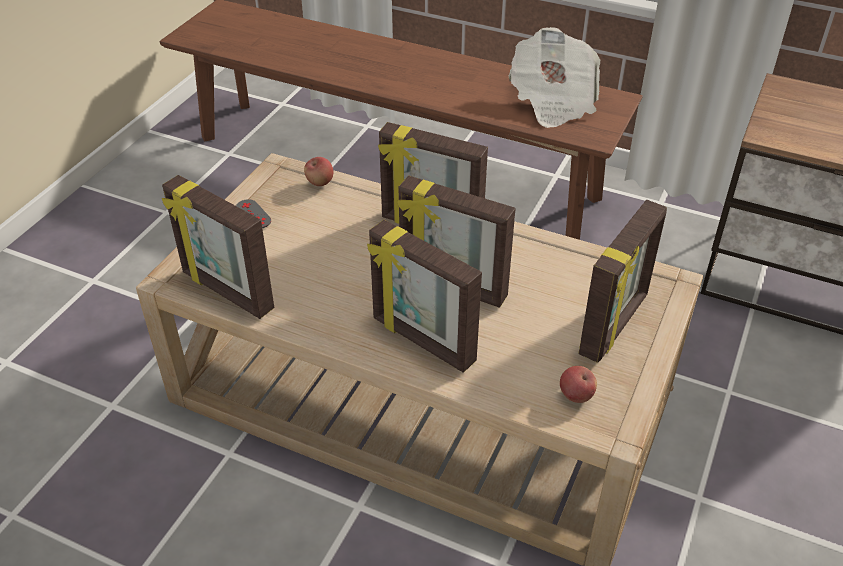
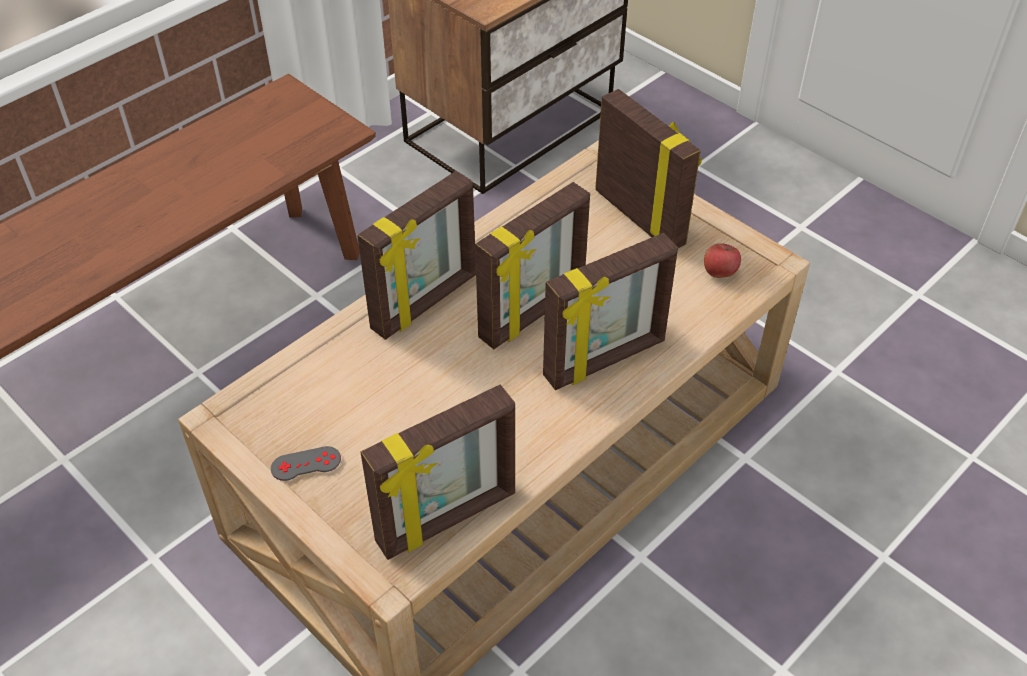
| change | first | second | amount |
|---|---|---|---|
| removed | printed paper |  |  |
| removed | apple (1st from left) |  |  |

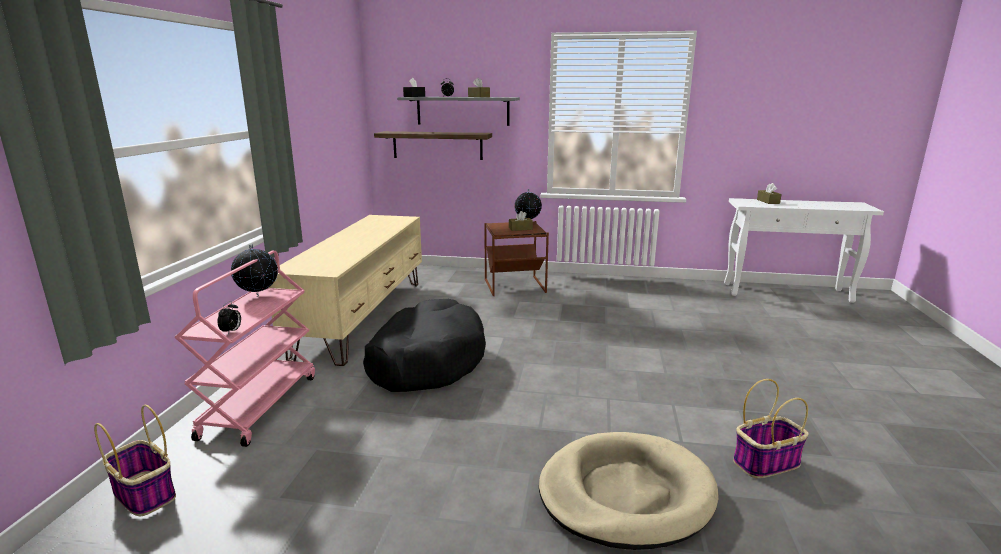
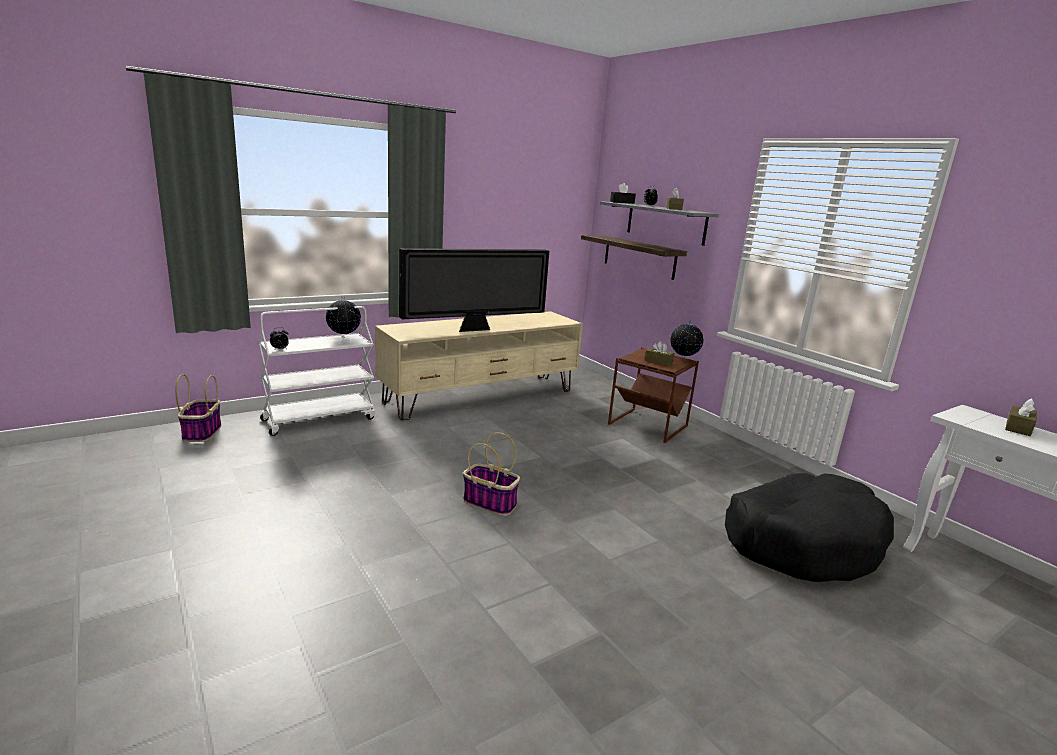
| change | first | second | amount |
|---|---|---|---|
| recoloured | pink-coloured wheeled cart | white wheeled cart |  |
| moved | black-coloured pet bed |  |  |
| moved | storage basket (2nd from left) |  |  |
| removed | beige-coloured pet bed |  |  |
| added |  | television |  |

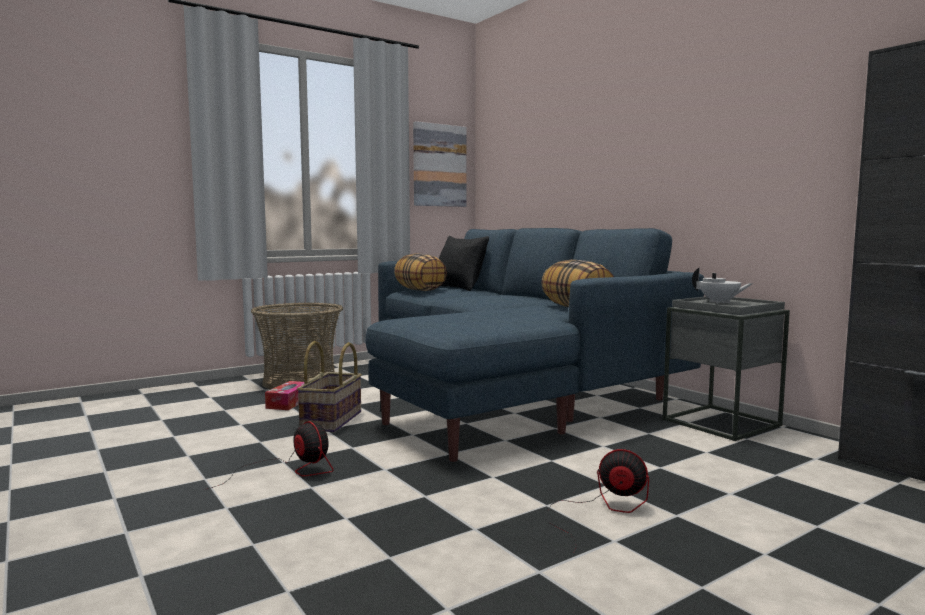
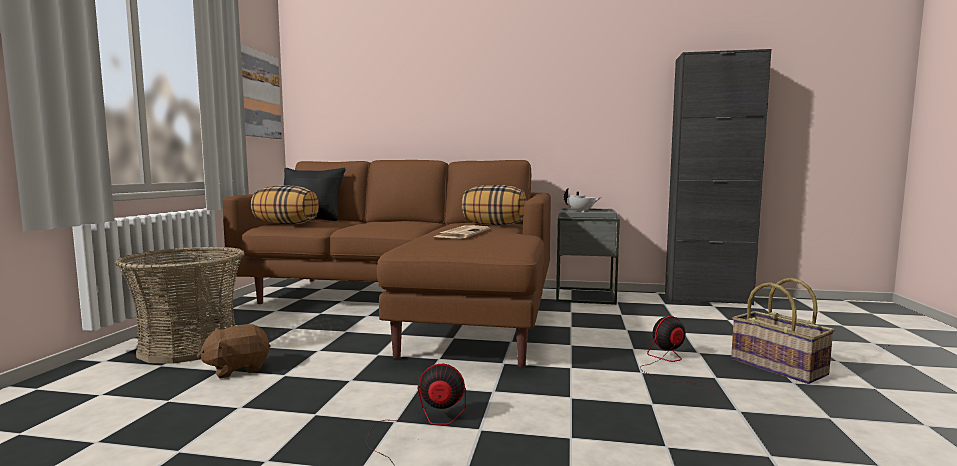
| change | first | second | amount |
|---|---|---|---|
| recoloured | blue settee | brownish settee |  |
| moved | storage basket (2nd from left) |  |  |
| replaced | tissue holder | brownish plush toy |  |
| added |  | printed paper |  |

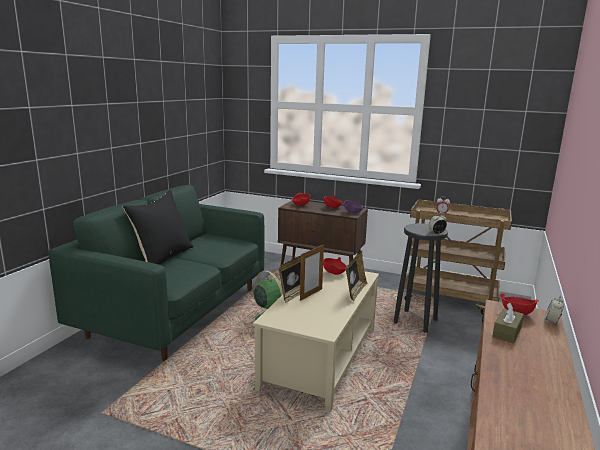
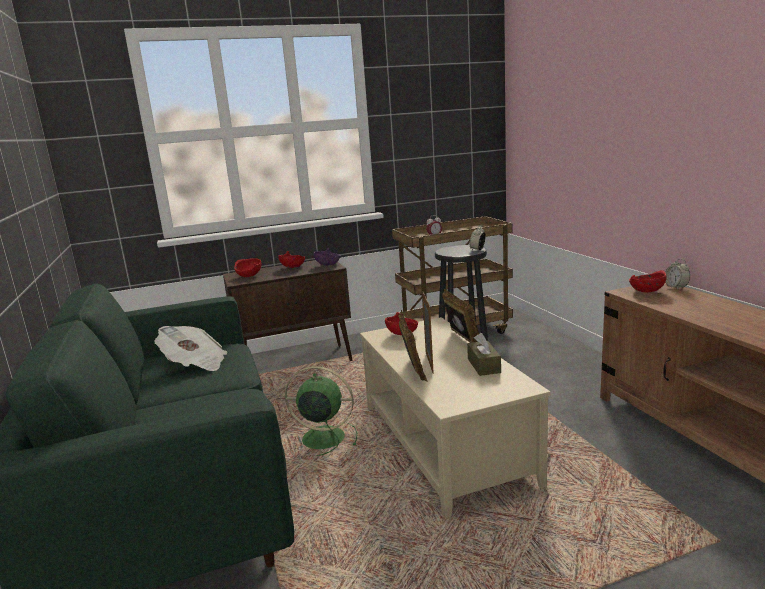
| change | first | second | amount |
|---|---|---|---|
| removed | black-coloured pillow |  |  |
| moved | brownish tissue holder |  |  |
| added |  | printed paper |  |

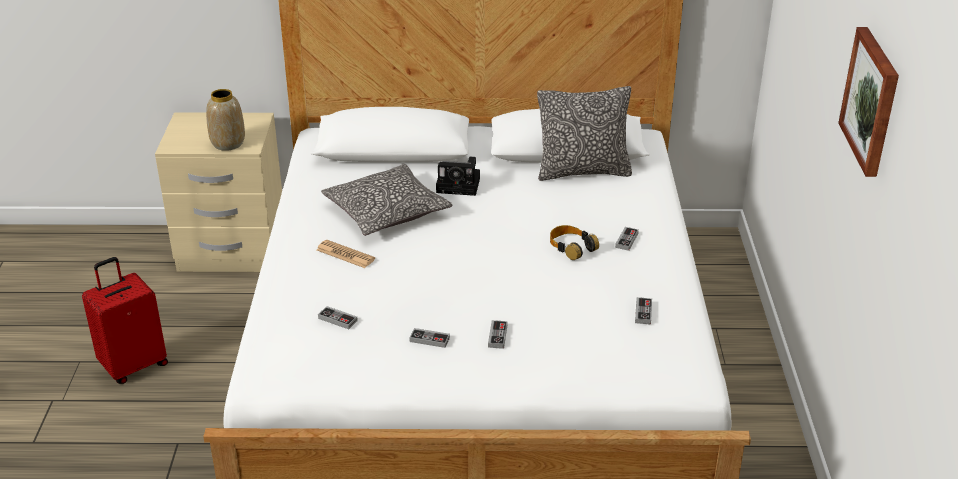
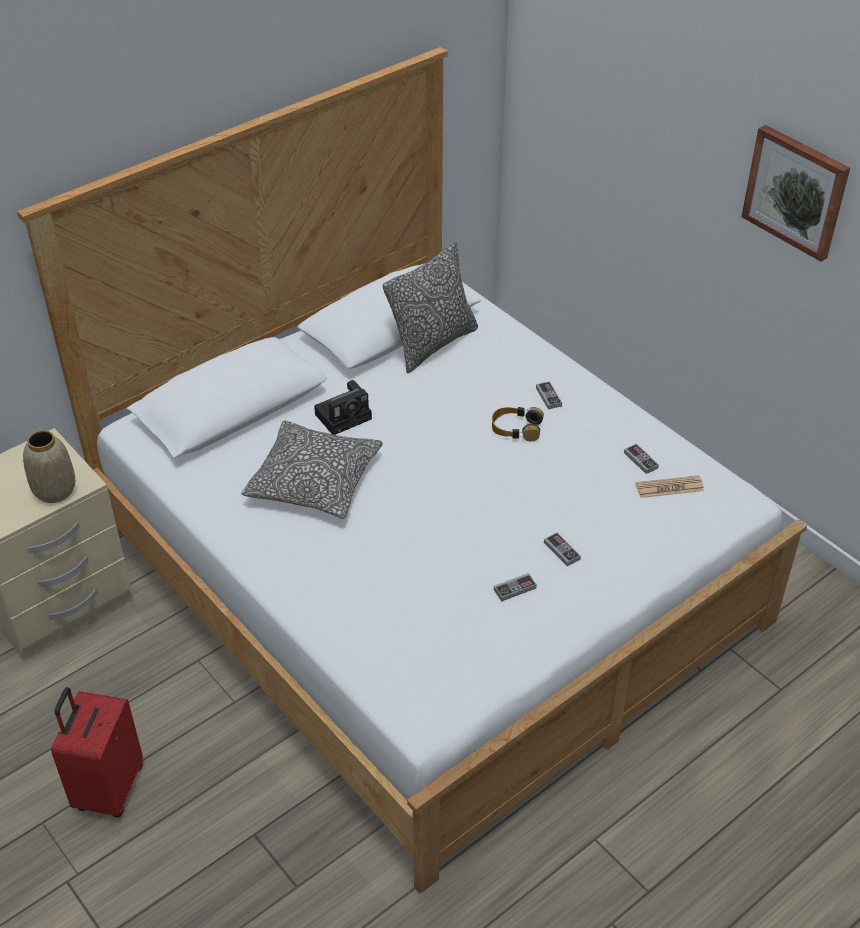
| change | first | second | amount |
|---|---|---|---|
| moved | printed paper |  |  |
| removed | gamepad (1st from left) |  |  |

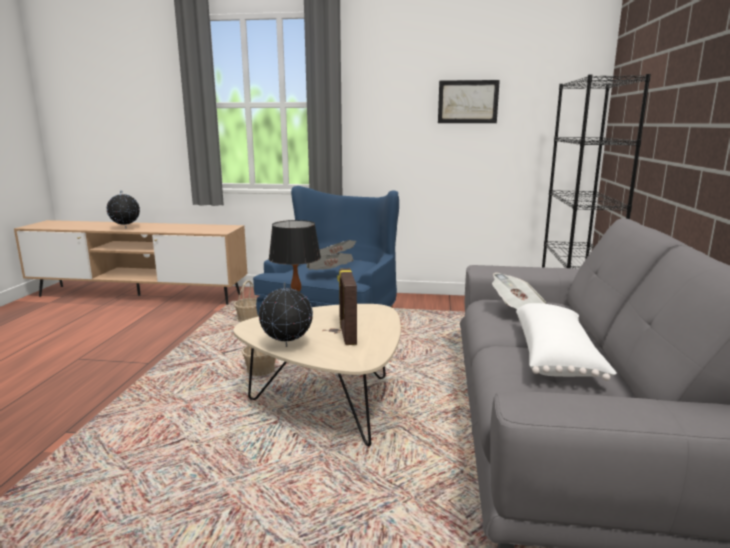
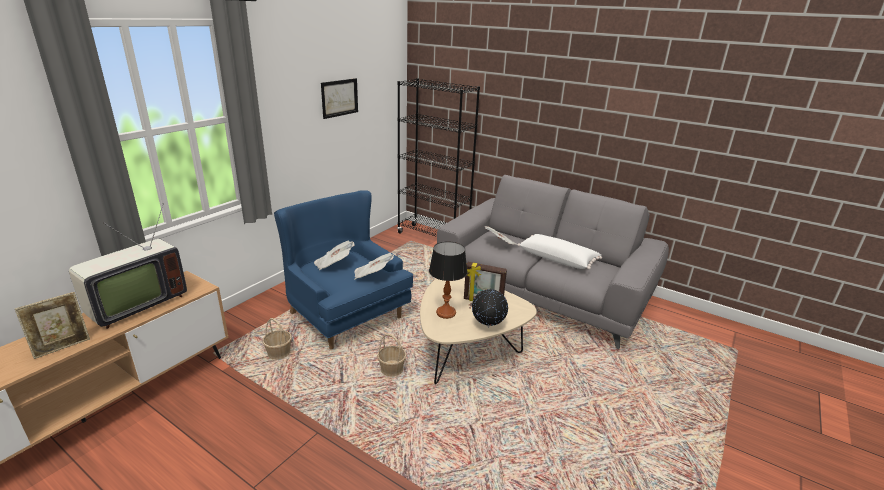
| change | first | second | amount |
|---|---|---|---|
| replaced | world globe (1st from left) | standing frame (1st from left) |  |
| added |  | television |  |

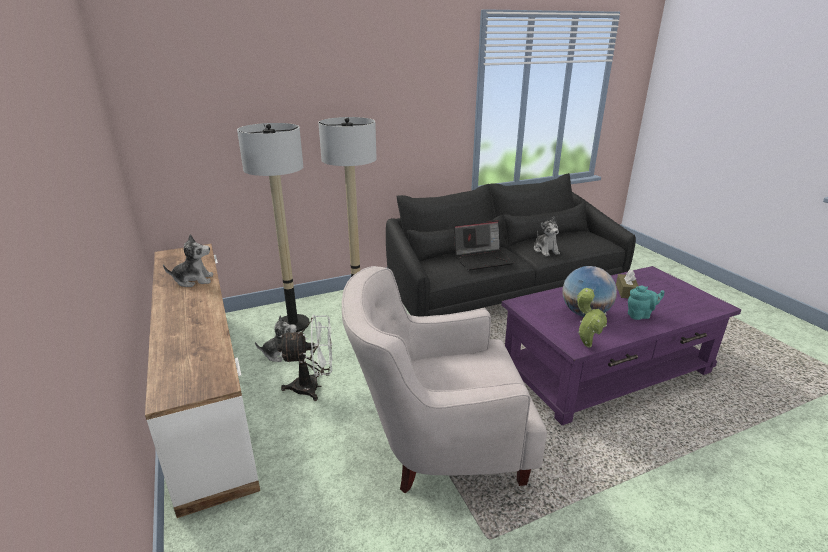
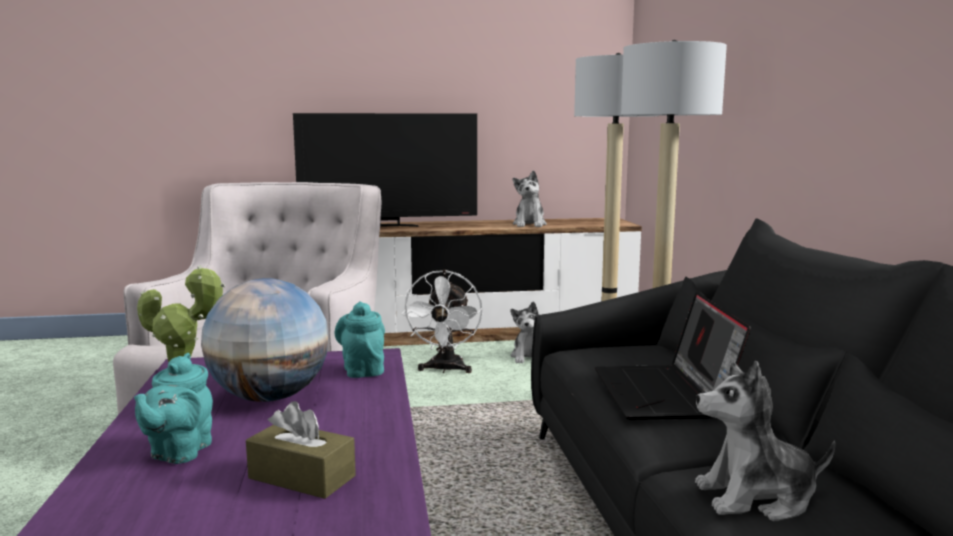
| change | first | second | amount |
|---|---|---|---|
| added |  | television |  |
| added |  | turquoise-coloured tea pot (2nd from left) |  |

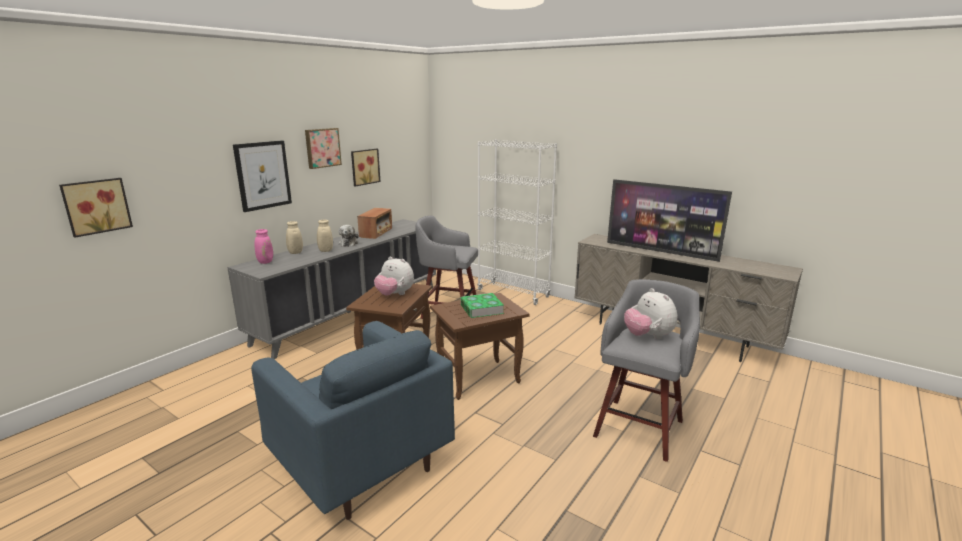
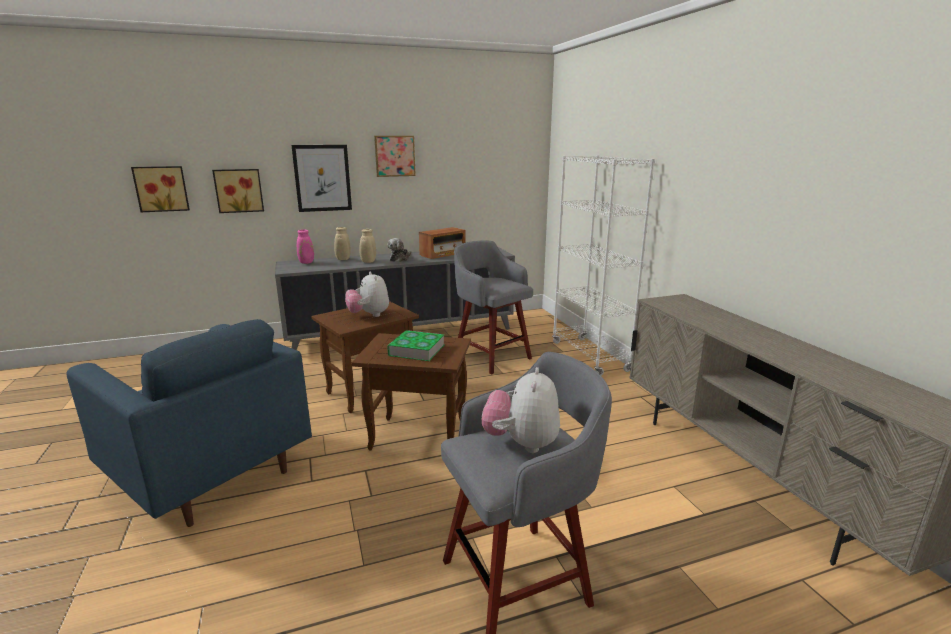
| change | first | second | amount |
|---|---|---|---|
| moved | wall picture (4th from left in the first image) | wall picture (2nd from left) |  |
| removed | television |  |  |
| turned | blue lounge chair |  | 45 degrees counterclockwise |

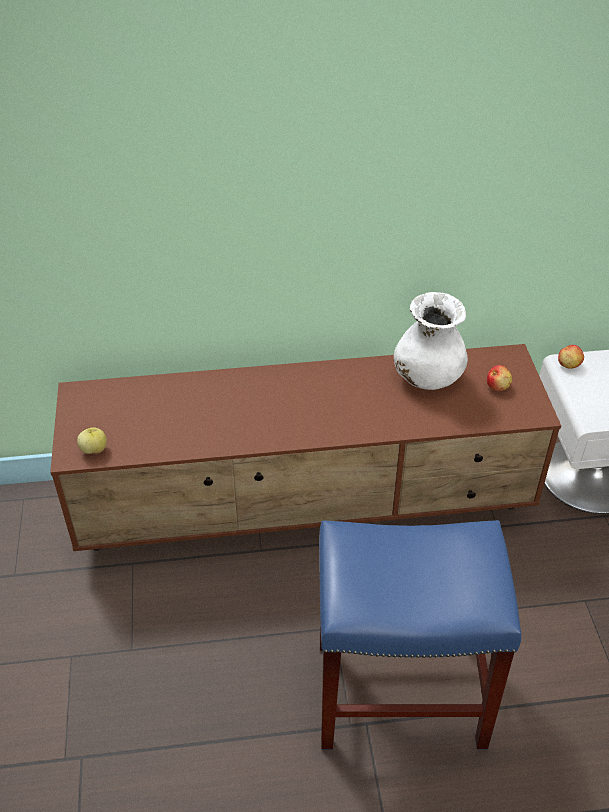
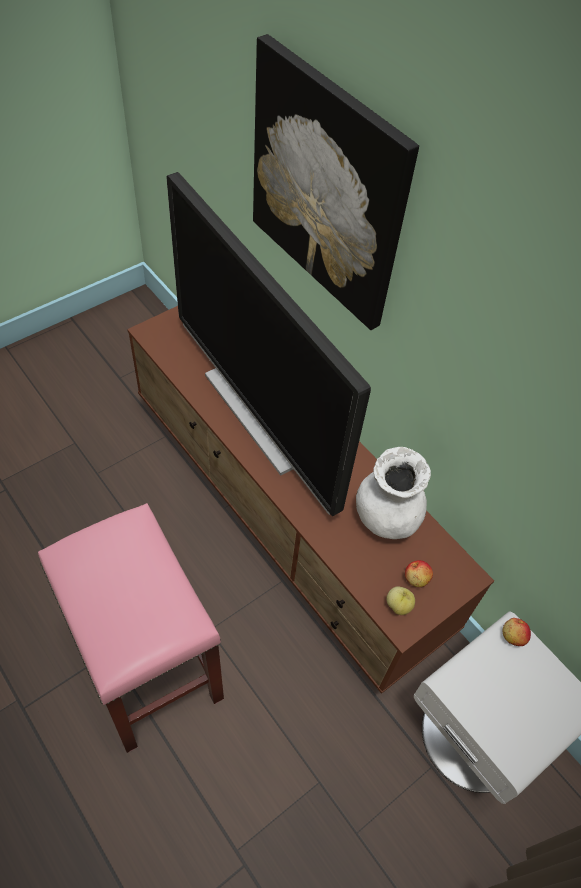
| change | first | second | amount |
|---|---|---|---|
| moved | apple (1st from left) |  |  |
| recoloured | blue stool | pink-coloured stool |  |
| added |  | wall picture |  |
| added |  | television |  |

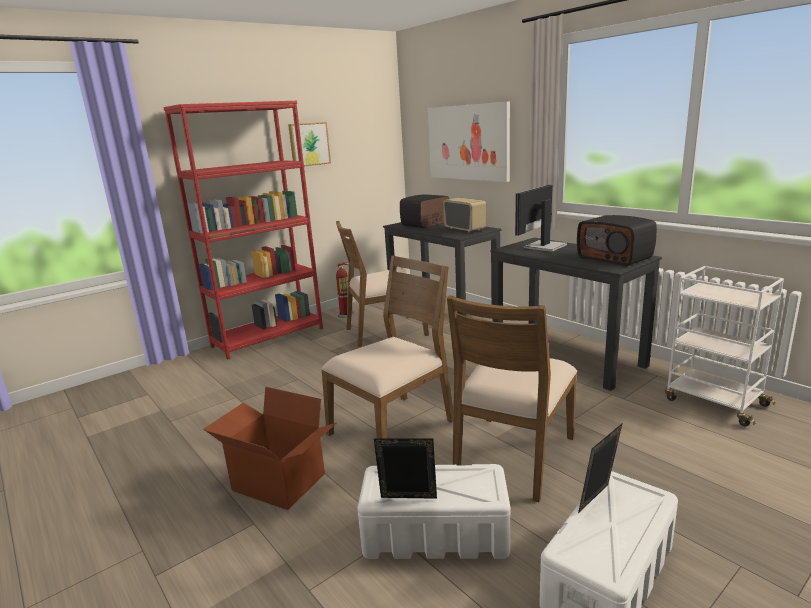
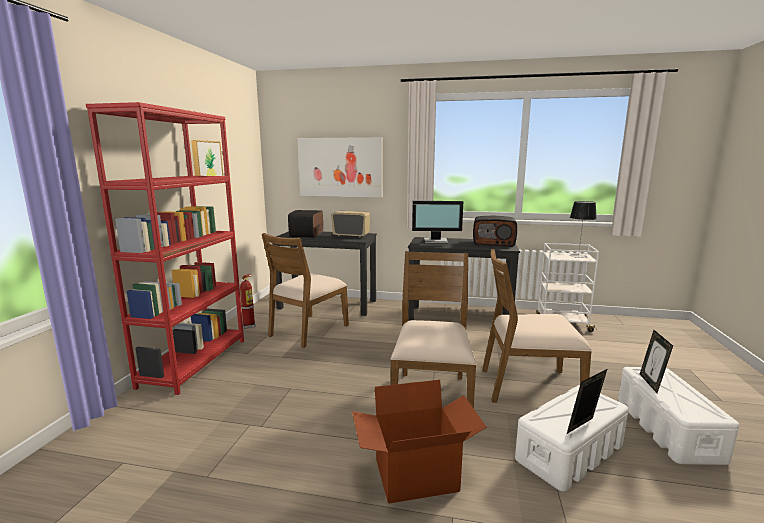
| change | first | second | amount |
|---|---|---|---|
| turned | computer display |  | 90 degrees counterclockwise |
| turned | brownish chair (3rd from left) |  | 105 degrees clockwise |
| added |  | tabletop lamp |  |

